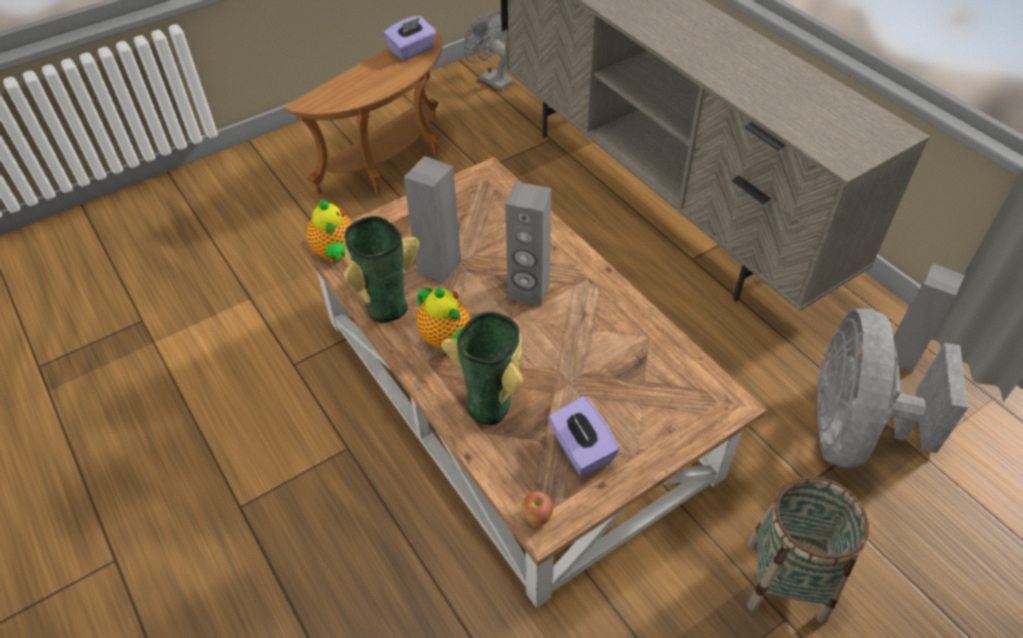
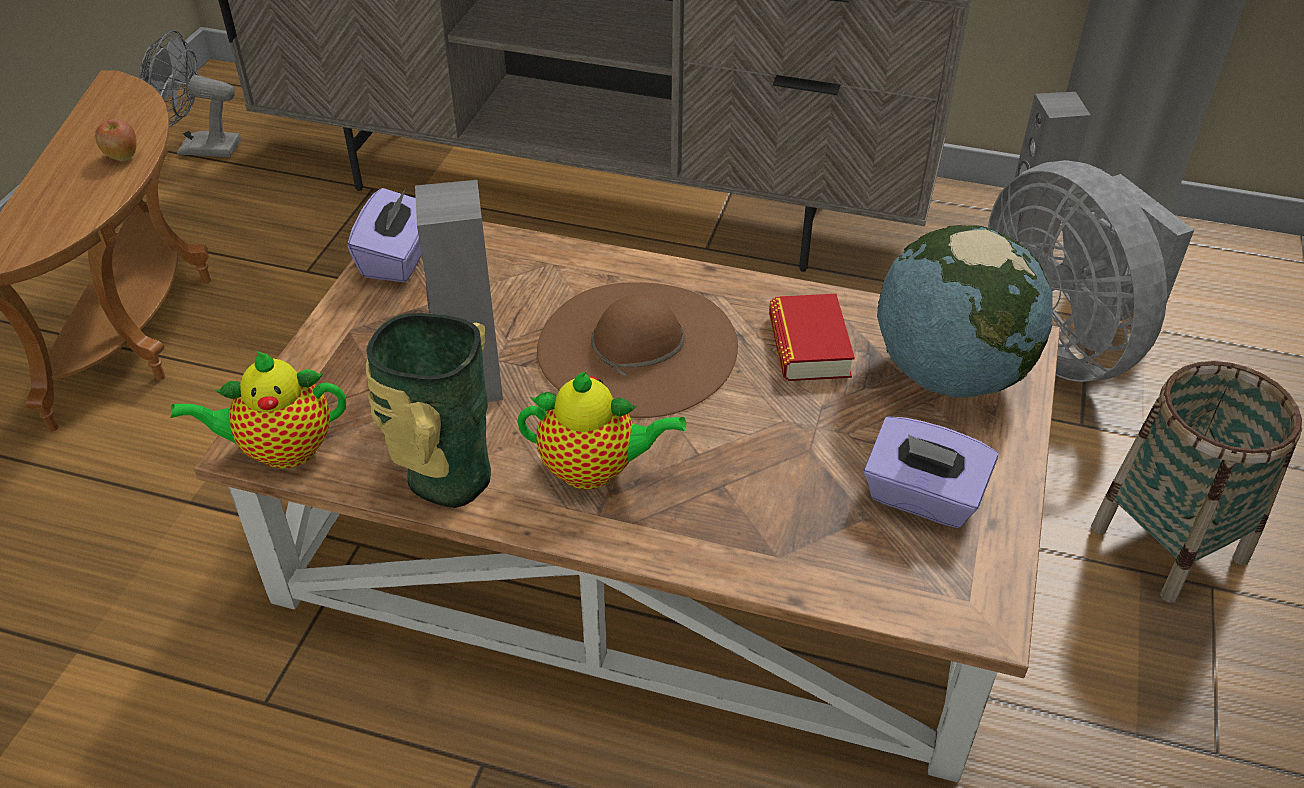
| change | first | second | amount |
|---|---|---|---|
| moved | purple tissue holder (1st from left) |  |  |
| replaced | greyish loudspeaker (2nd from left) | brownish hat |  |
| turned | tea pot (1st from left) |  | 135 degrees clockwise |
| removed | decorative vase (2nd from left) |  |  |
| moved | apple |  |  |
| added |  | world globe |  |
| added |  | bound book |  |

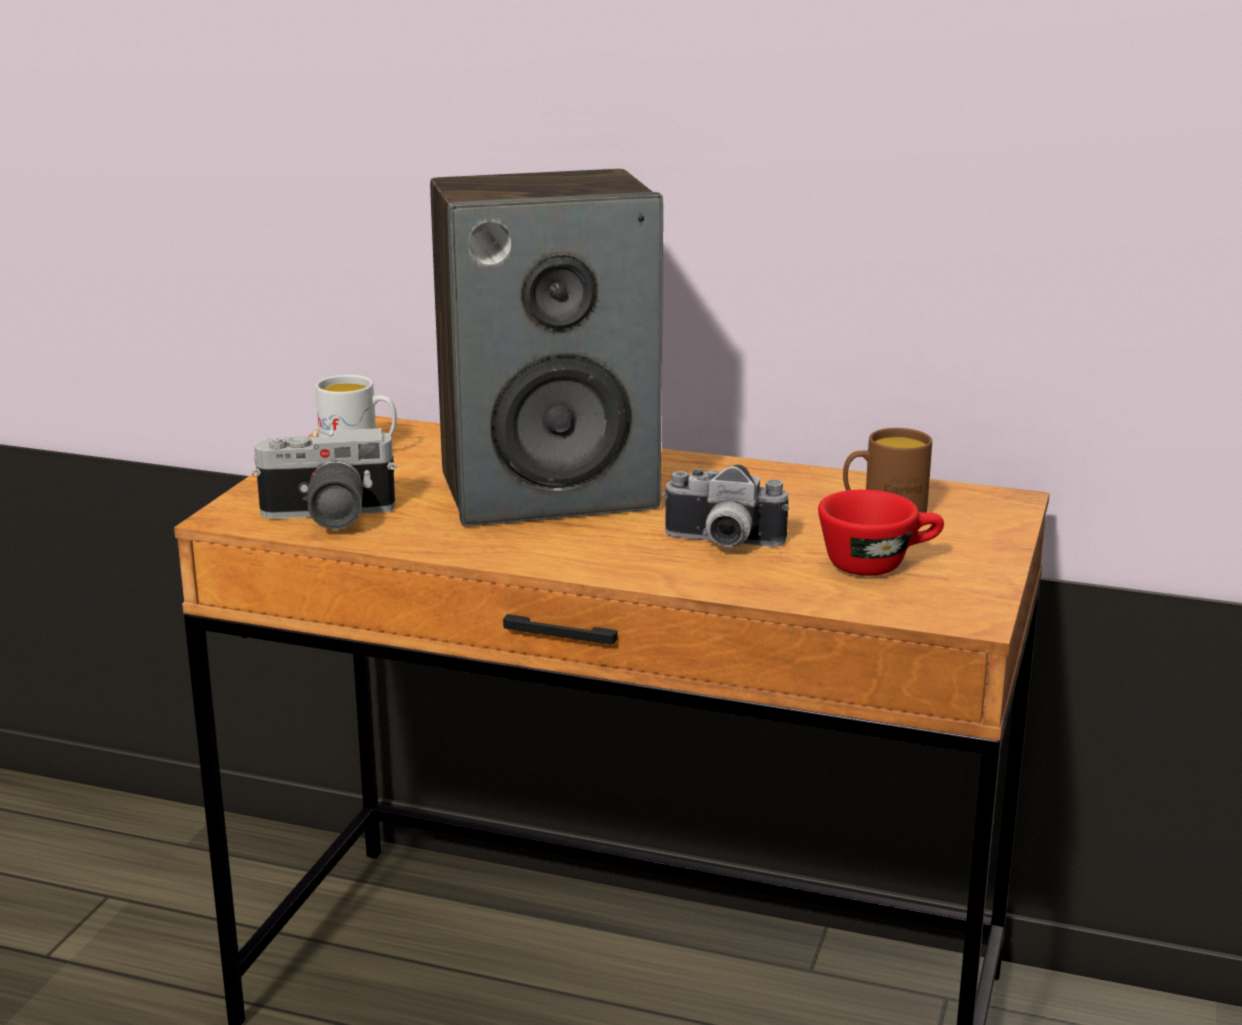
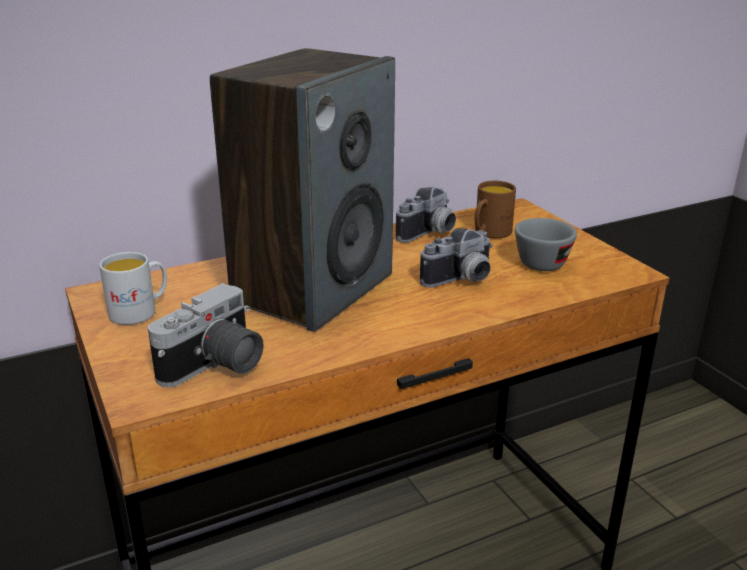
| change | first | second | amount |
|---|---|---|---|
| recoloured | red-coloured drinking cup | greyish drinking cup |  |
| added |  | still camera (2nd from left) |  |

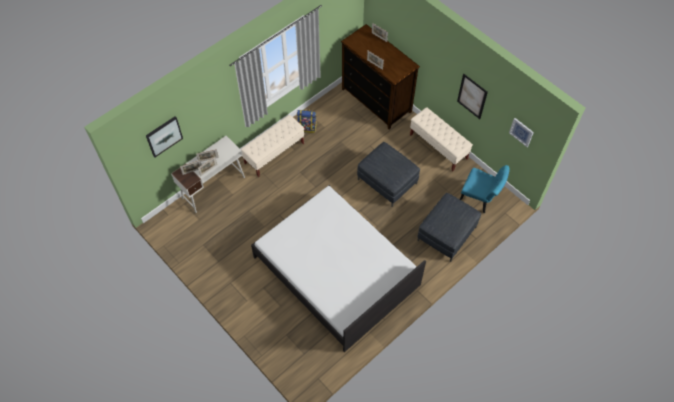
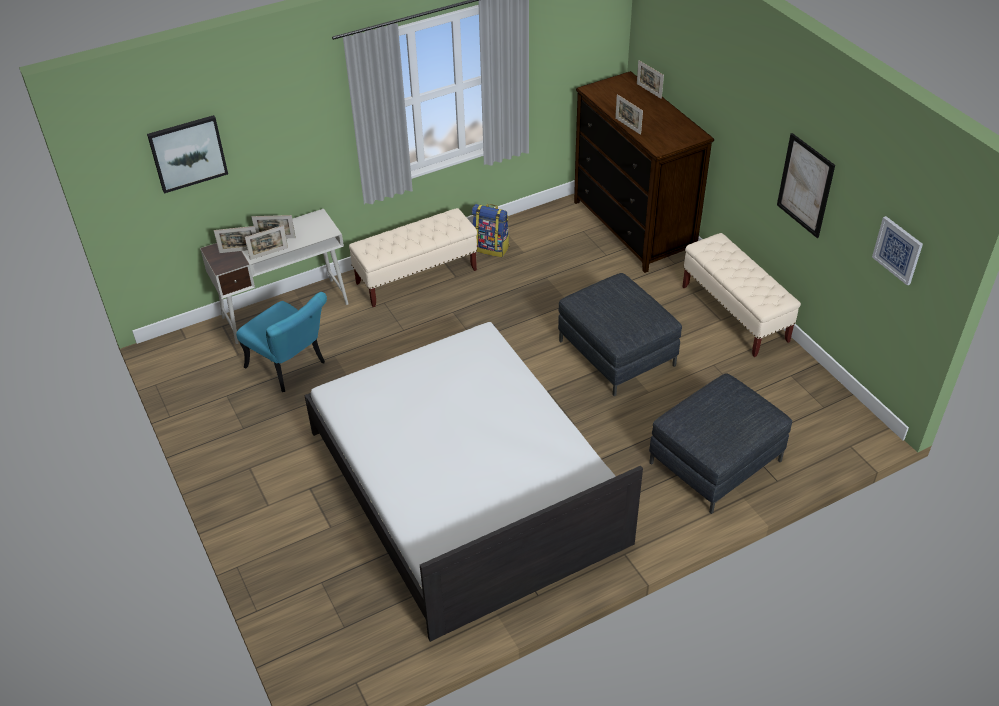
| change | first | second | amount |
|---|---|---|---|
| moved | turquoise-coloured chair |  |  |

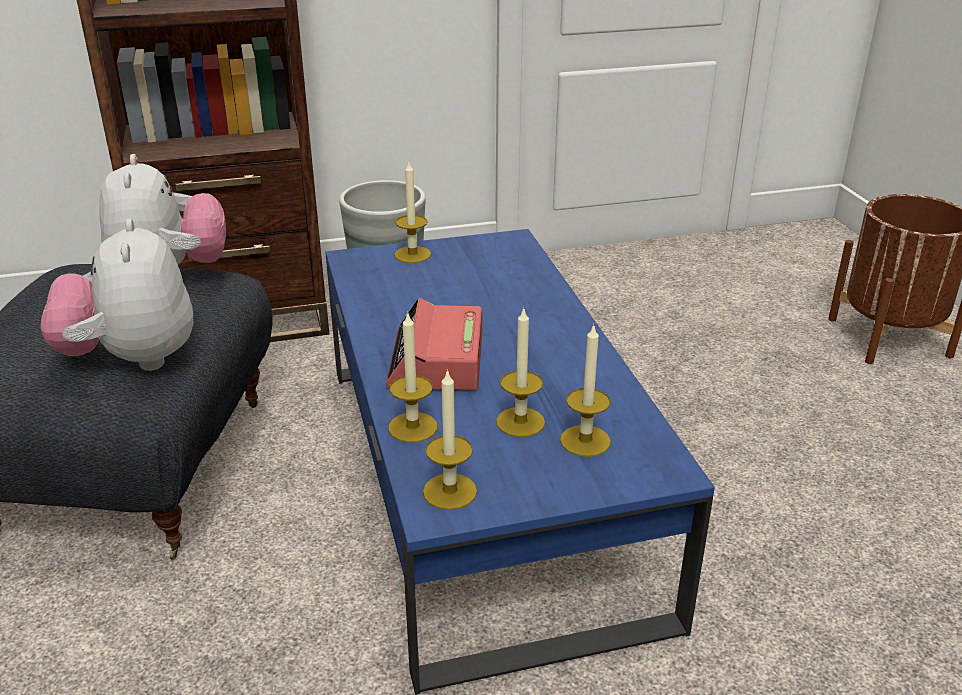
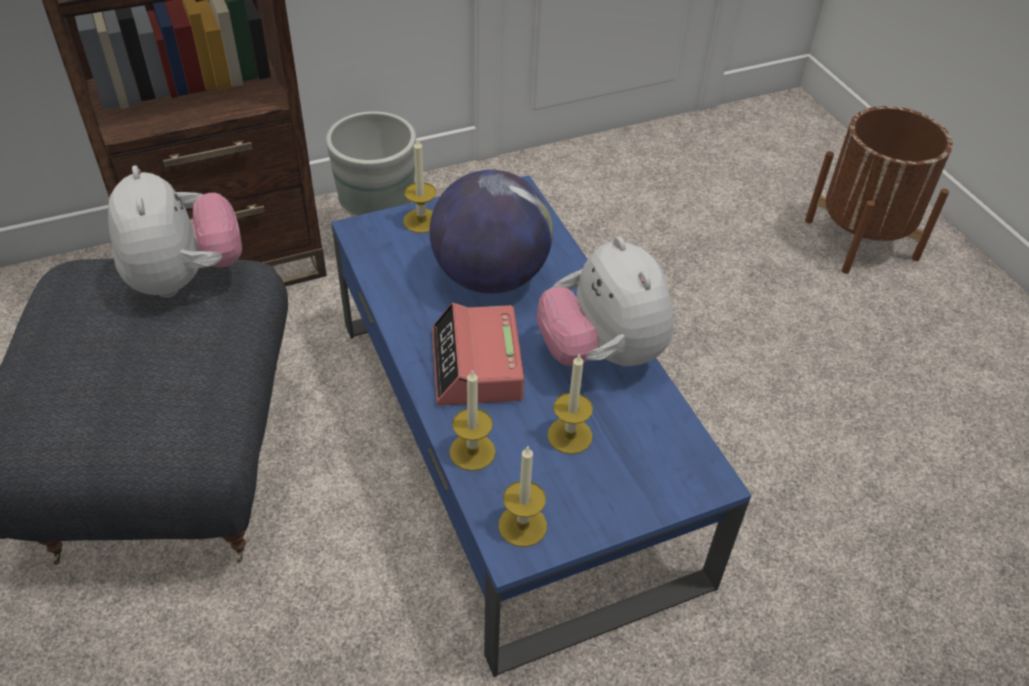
| change | first | second | amount |
|---|---|---|---|
| moved | plush toy (1st from left in the first image) | plush toy (2nd from left) |  |
| removed | wax light (5th from left) |  |  |
| added |  | world globe |  |

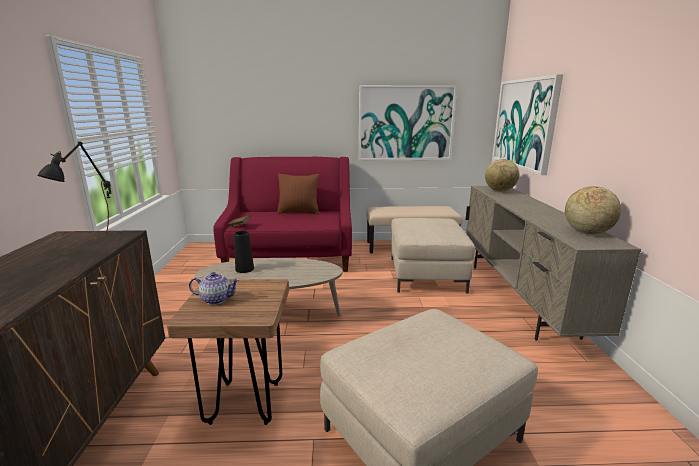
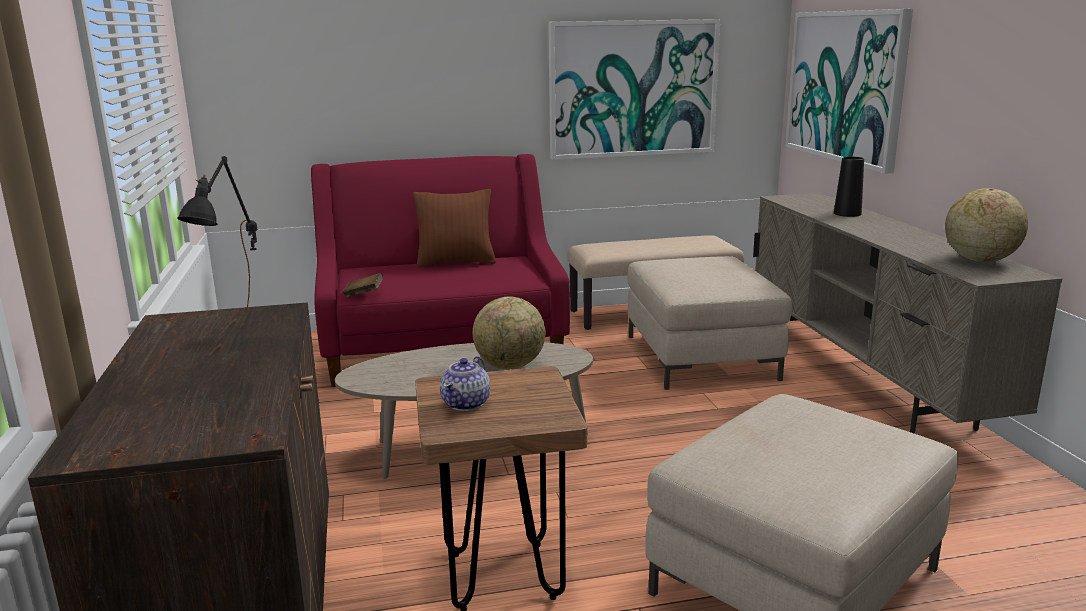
| change | first | second | amount |
|---|---|---|---|
| moved | world globe (1st from left) |  |  |
| moved | black-coloured decorative vase |  |  |
| turned | tea pot |  | 120 degrees clockwise |

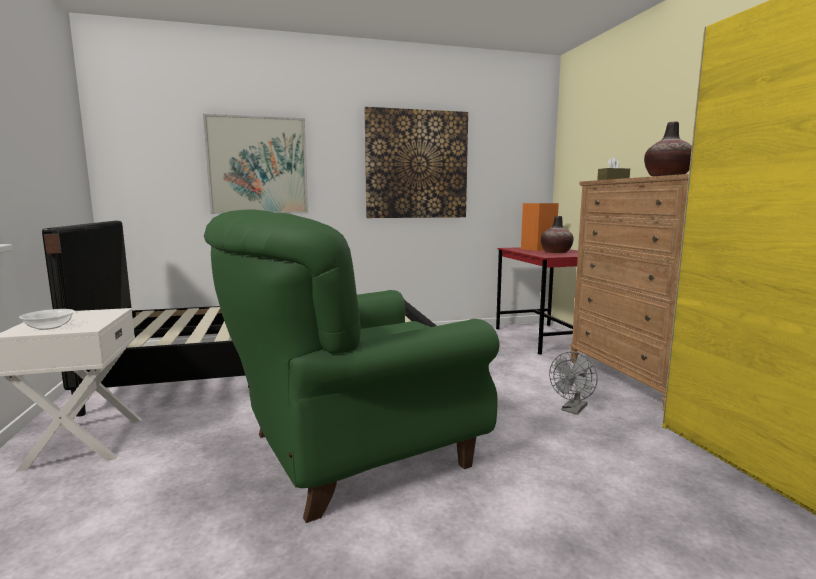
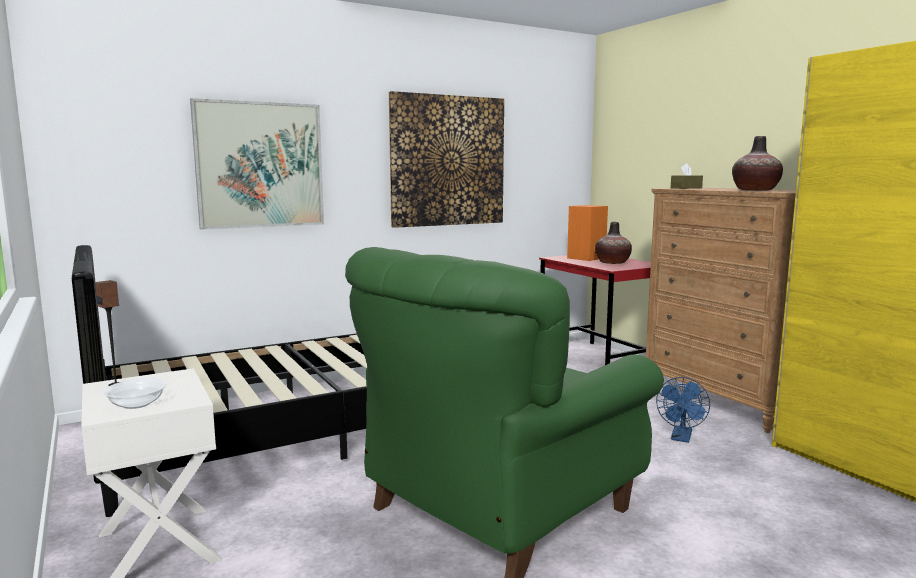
| change | first | second | amount |
|---|---|---|---|
| recoloured | greyish fan | blue fan |  |

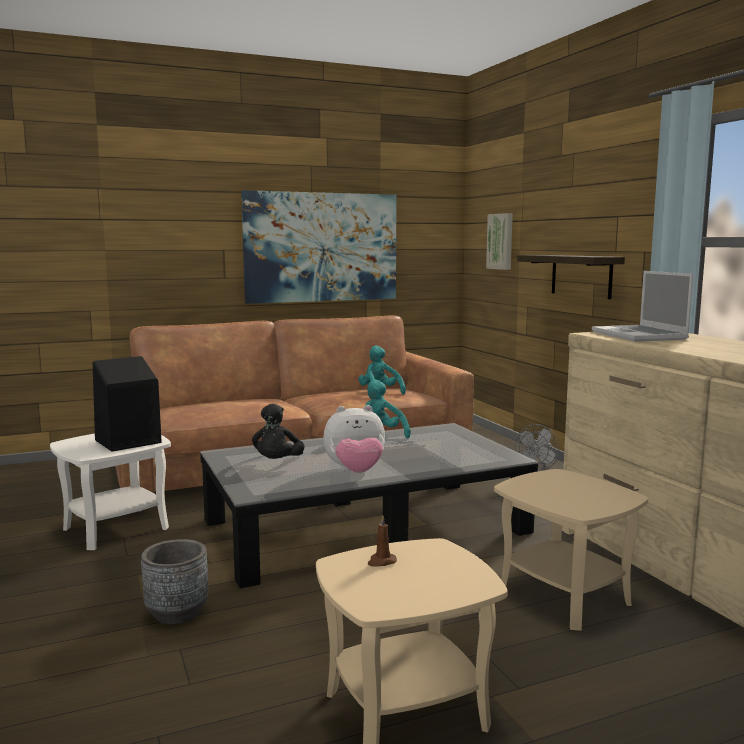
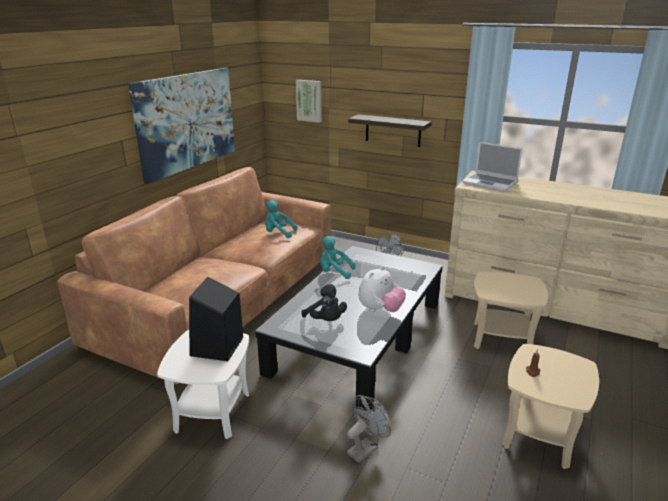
| change | first | second | amount |
|---|---|---|---|
| replaced | greyish flower pot | greyish fan (1st from left) |  |

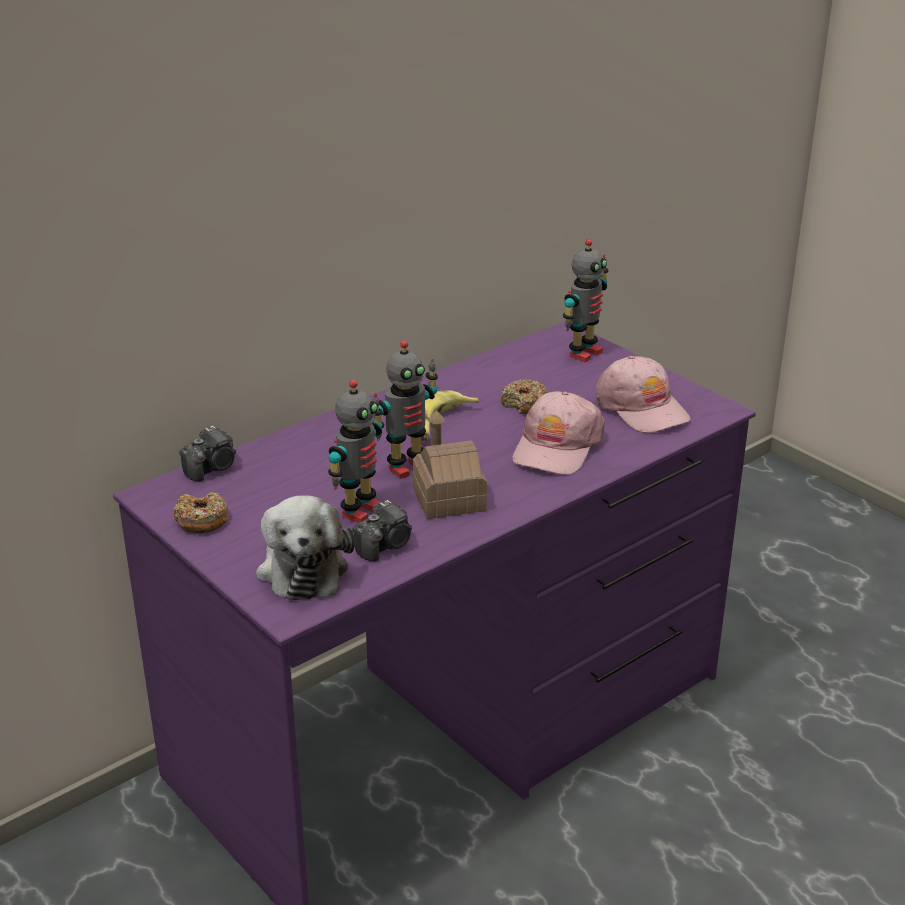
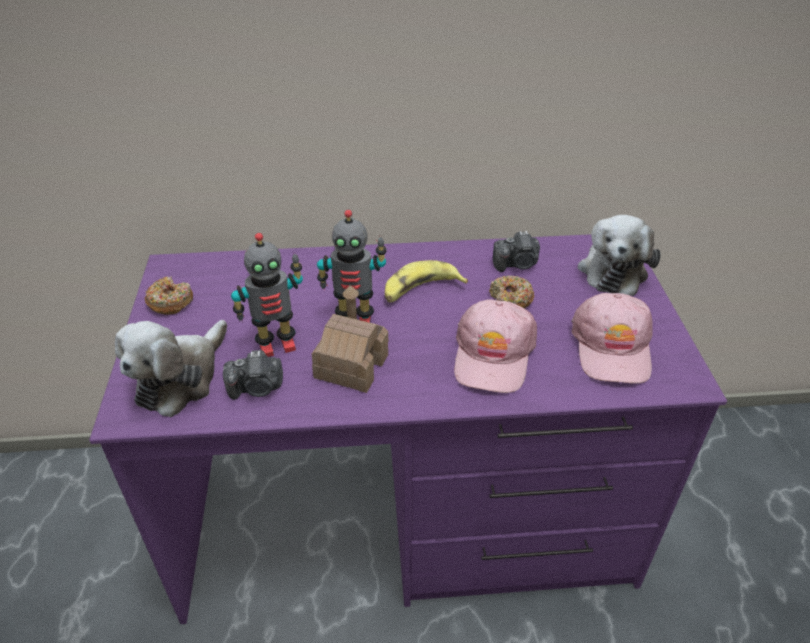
| change | first | second | amount |
|---|---|---|---|
| replaced | model robot (3rd from left) | plush toy (2nd from left) |  |
| turned | pink-coloured peaked cap (1st from left) |  | 45 degrees counterclockwise |
| moved | still camera (1st from left in the first image) | still camera (2nd from left) |  |

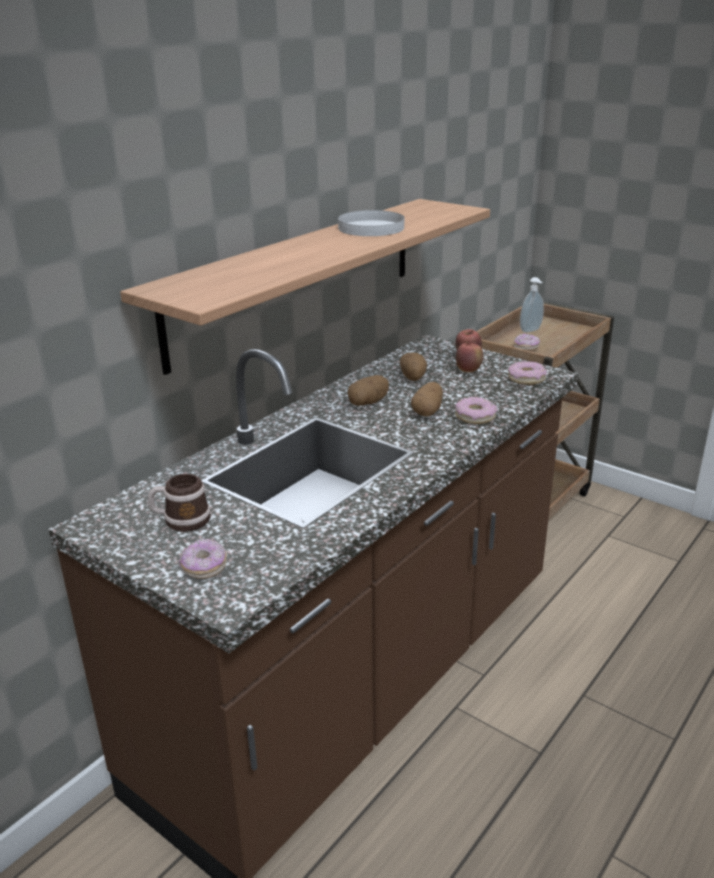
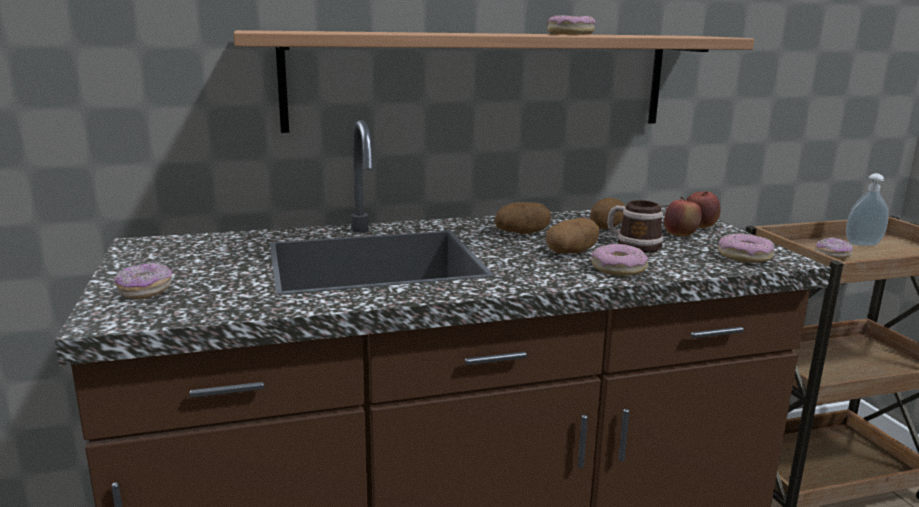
| change | first | second | amount |
|---|---|---|---|
| replaced | white plate | ring doughnut (2nd from left) |  |
| moved | tea mug |  |  |

